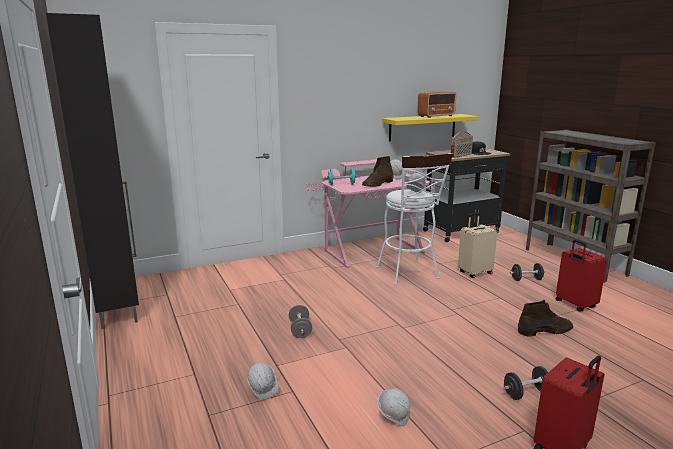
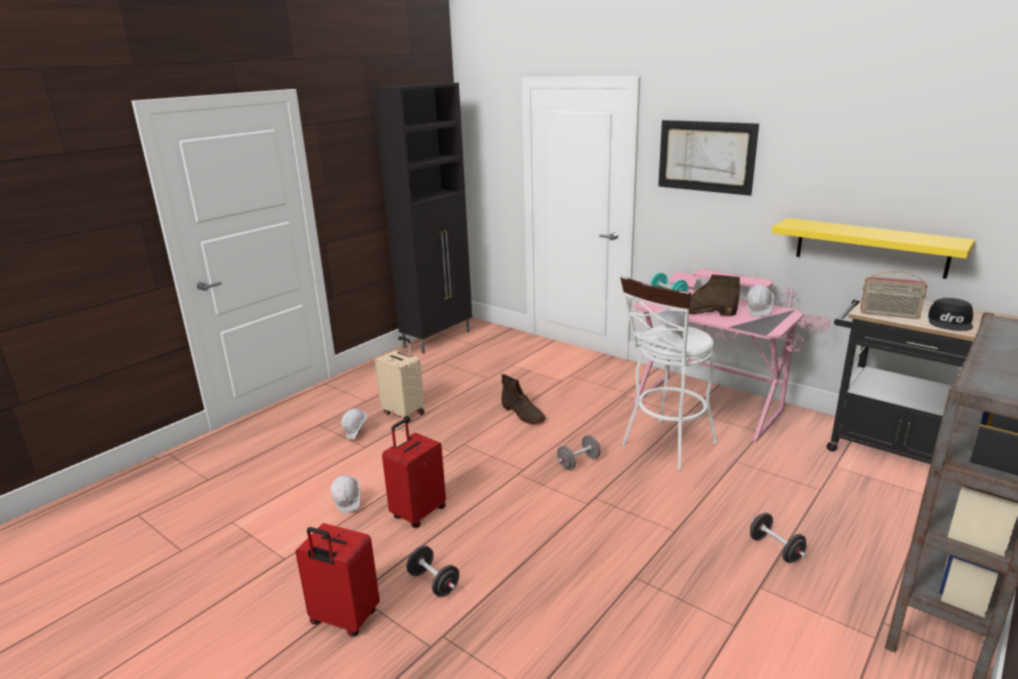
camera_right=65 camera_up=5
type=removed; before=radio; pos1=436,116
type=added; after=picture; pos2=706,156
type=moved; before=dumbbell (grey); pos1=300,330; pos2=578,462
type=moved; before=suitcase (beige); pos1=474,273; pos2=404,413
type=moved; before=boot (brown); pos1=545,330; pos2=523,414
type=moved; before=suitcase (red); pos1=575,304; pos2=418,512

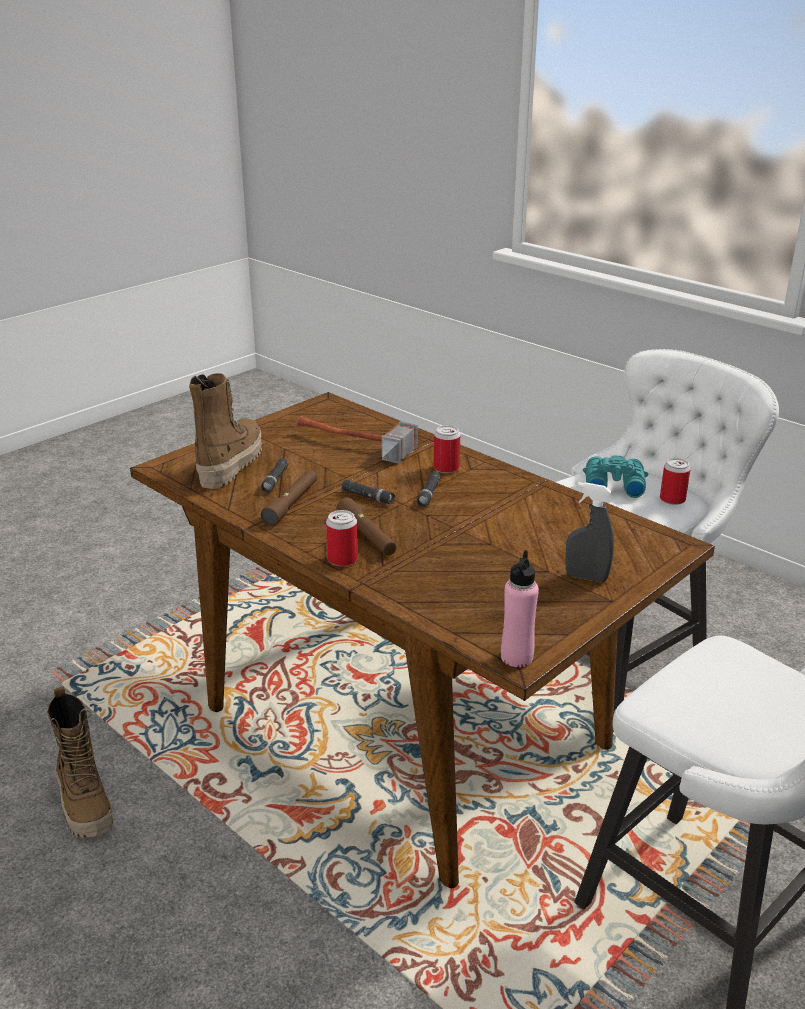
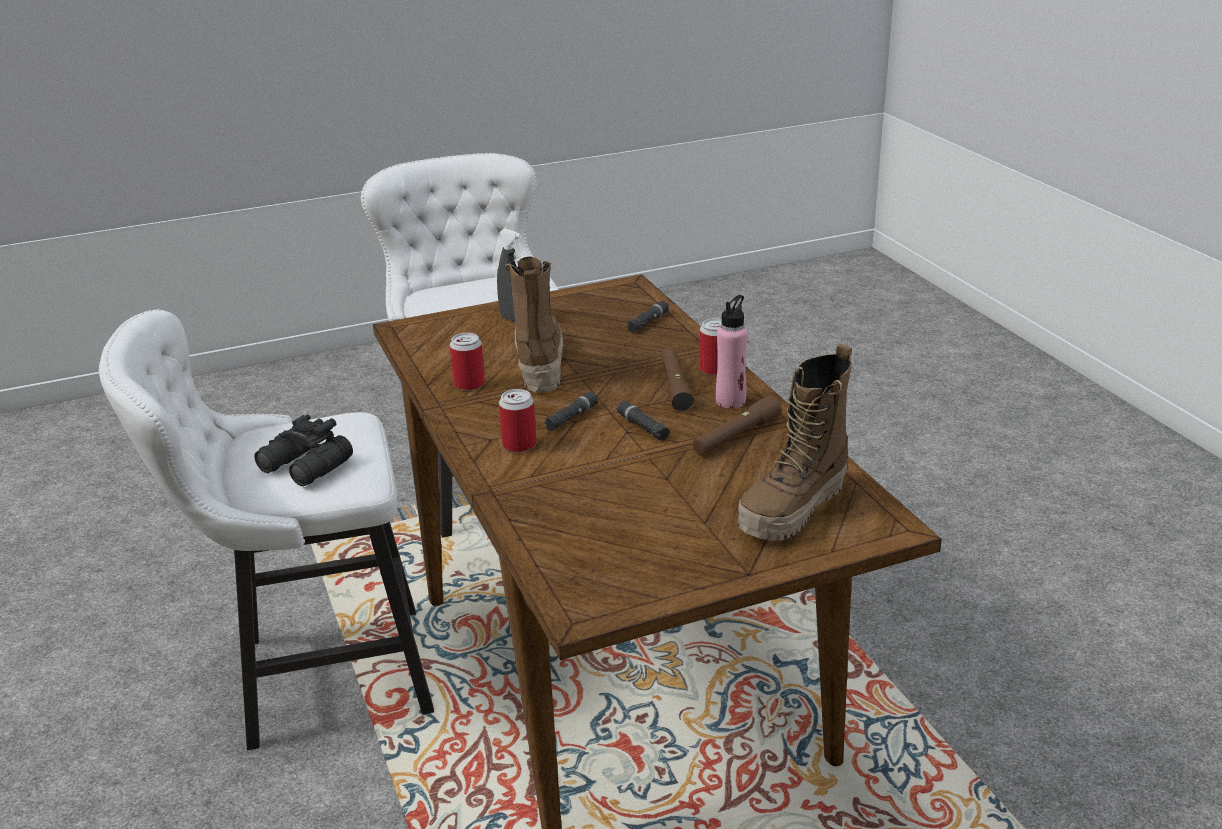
camera_right=-155 camera_up=0
type=removed; before=hammer; pos1=349,446
type=moved; before=boot; pos1=86,804; pos2=538,363
type=moved; before=flashlight (black); pos1=275,480; pos2=648,322
type=moved; before=bottle (pink); pos1=516,657; pos2=731,401
type=moved; before=can; pos1=672,499; pos2=469,384
type=recoloured; before=binoculars (turquoise); after=binoculars (black); pos1=612,485; pos2=305,467

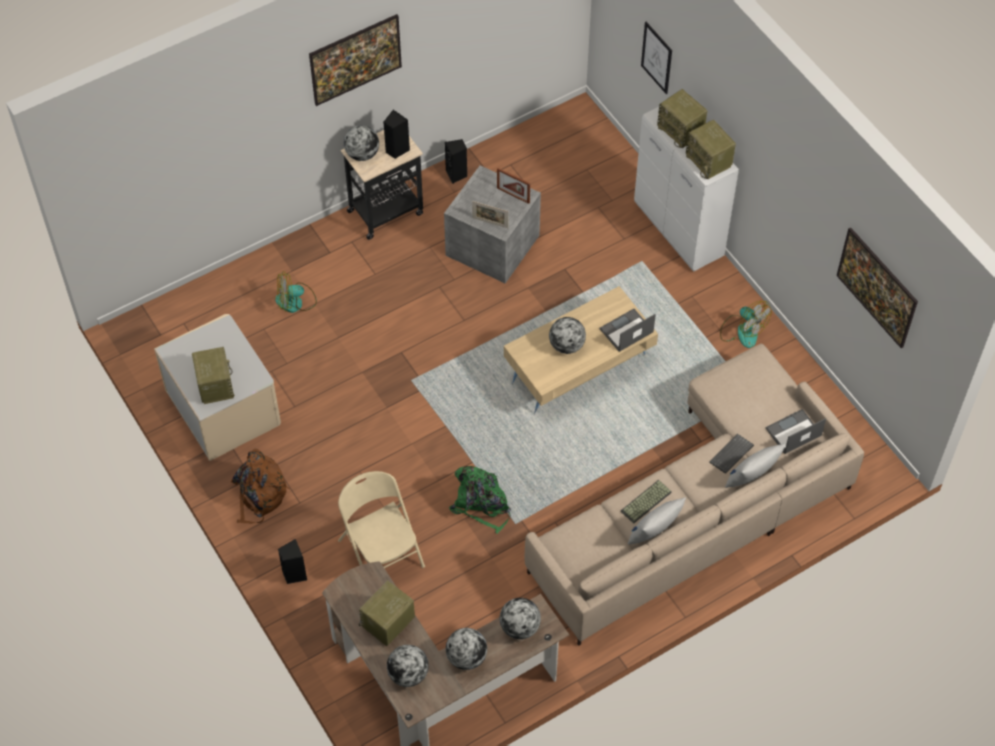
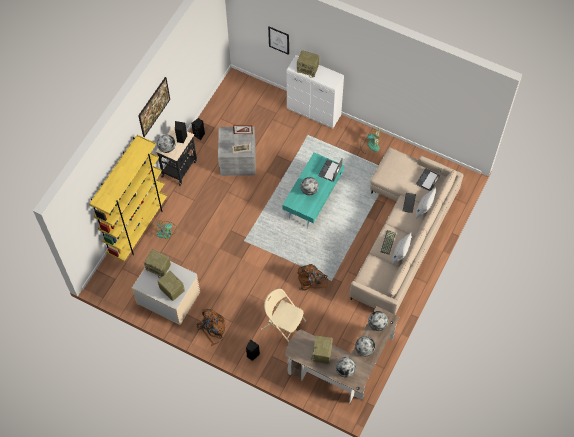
camera_right=-30 camera_up=5
type=removed; before=picture; pos1=873,299
type=added; after=bookcase (yellow); pos2=138,228
type=moved; before=radio; pos1=709,161; pos2=159,267
type=recoloured; before=backpack (green); after=backpack (brown); pos1=481,504; pos2=311,280
type=recoloured; before=coffee table (beige); after=coffee table (turquoise); pos1=579,370; pos2=313,198

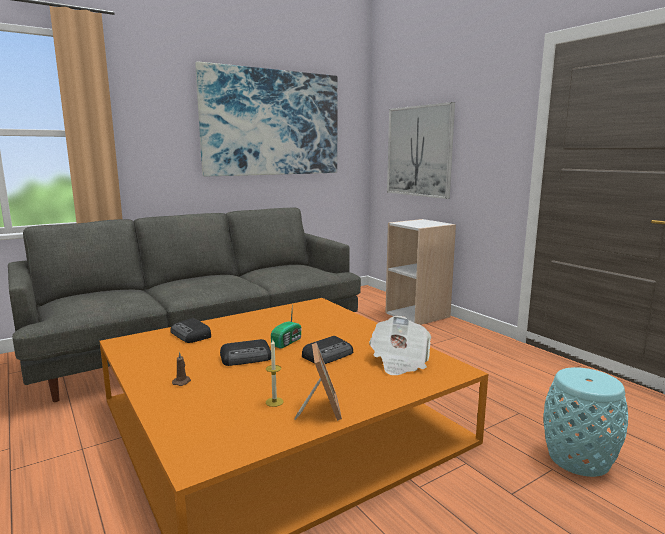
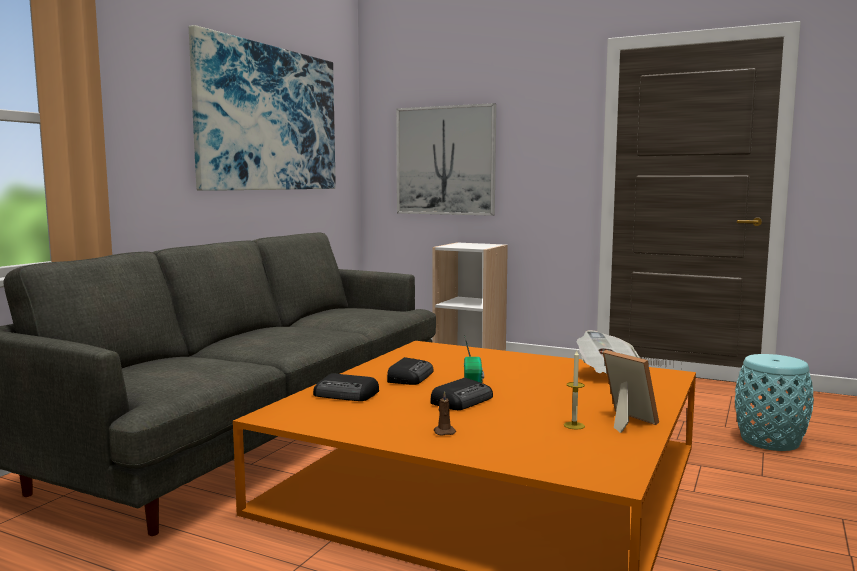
camera_right=-30 camera_up=-5
type=moved; before=radio; pos1=328,355; pos2=410,377

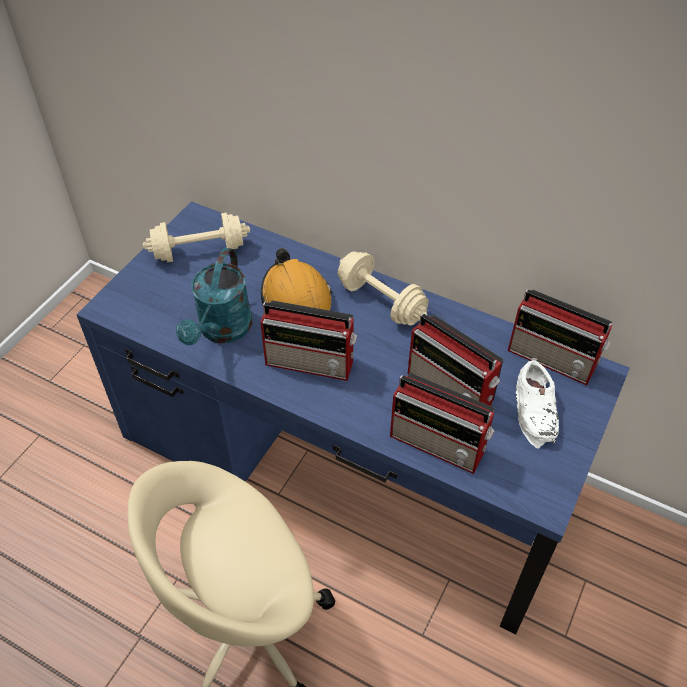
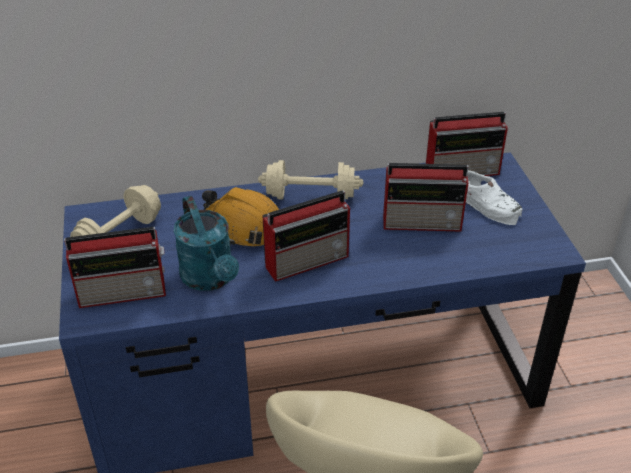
camera_right=-40 camera_up=-10
type=moved; before=radio; pos1=439,444; pos2=124,292

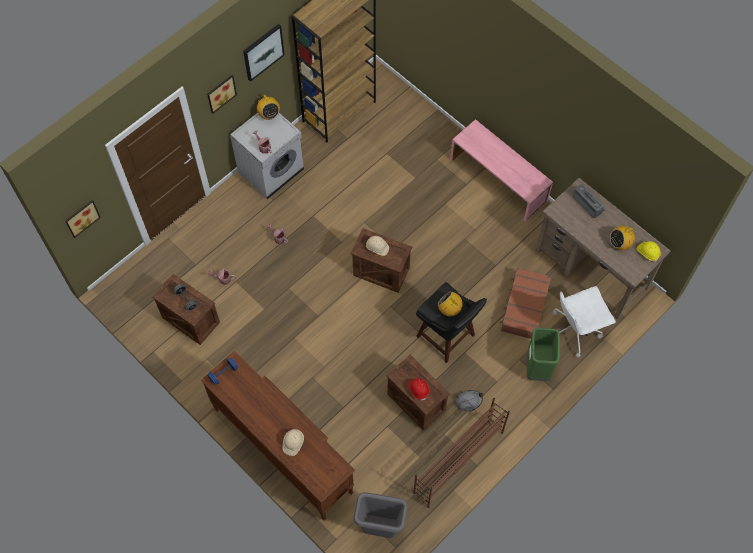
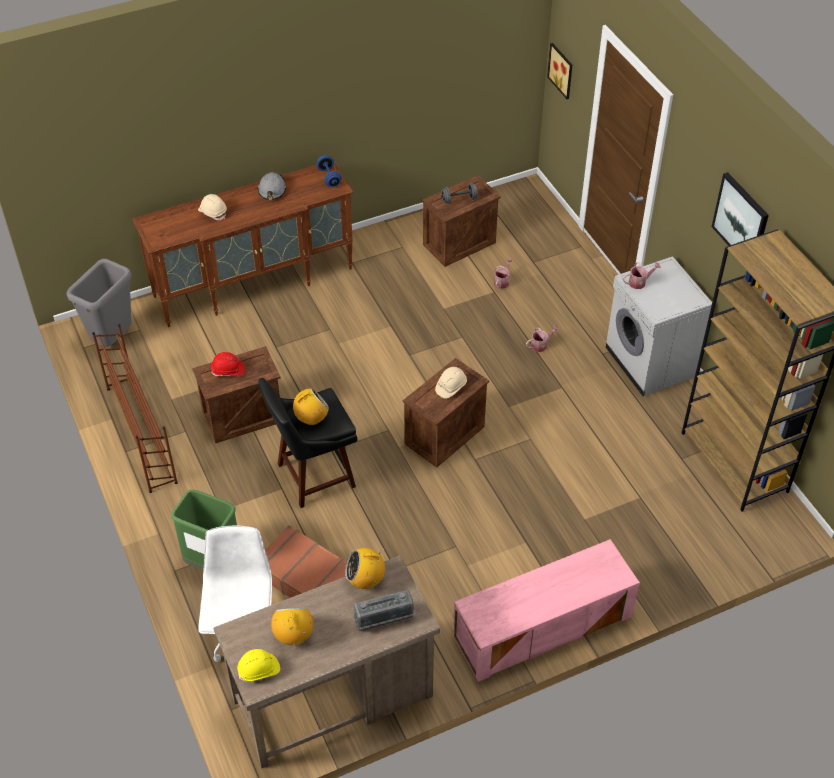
camera_right=110 camera_up=-15
type=removed; before=picture; pos1=220,93
type=moved; before=radio; pos1=269,115; pos2=365,580
type=moved; before=hard hat (grey); pos1=468,401; pos2=272,191

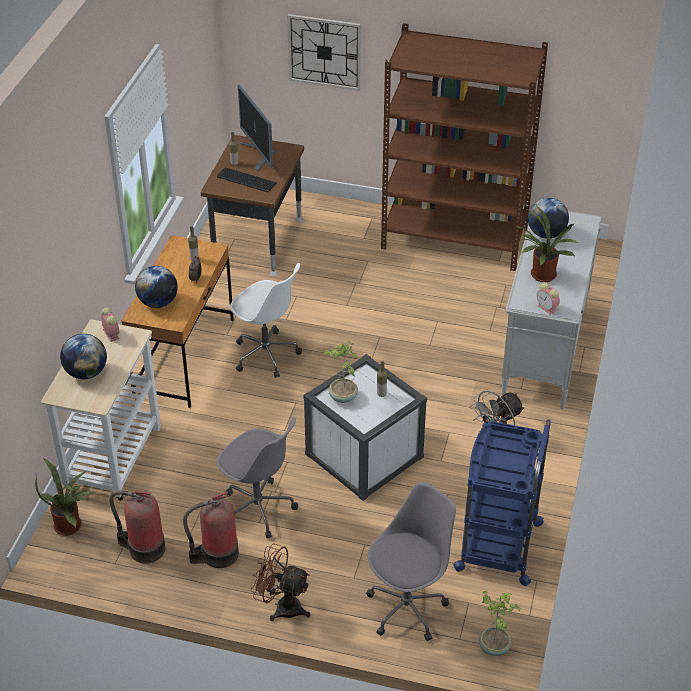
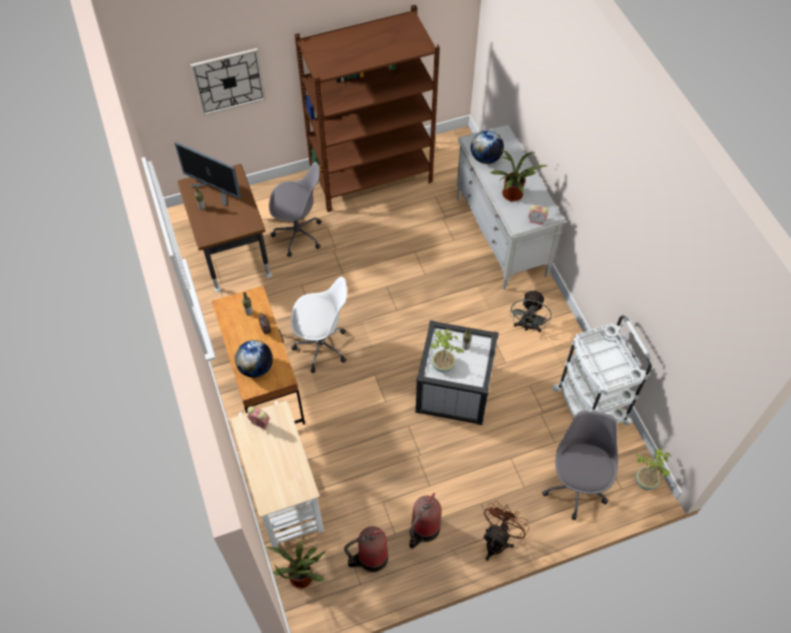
camera_right=-35 camera_up=15
type=removed; before=globe; pos1=86,372
type=removed; before=keyboard; pos1=246,179
type=moved; before=office chair (grey); pos1=260,510; pos2=299,235
type=recoloured; before=cart (blue); after=cart (white); pos1=497,546; pos2=590,405
type=turned; before=fan (brown); pos1=282,606; pos2=498,540; turn=135

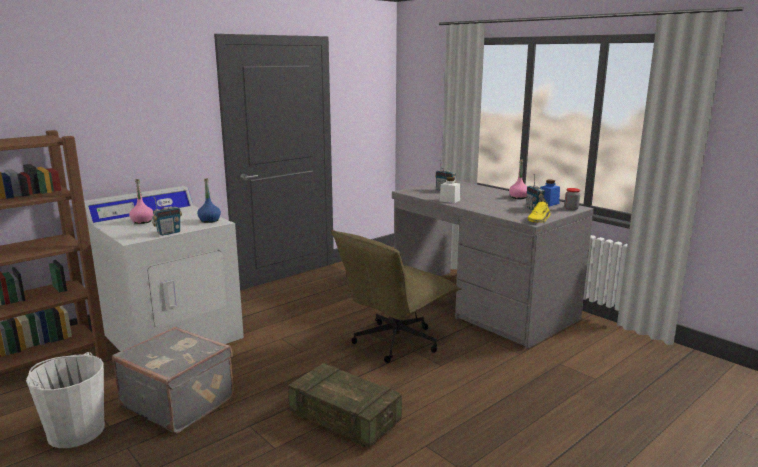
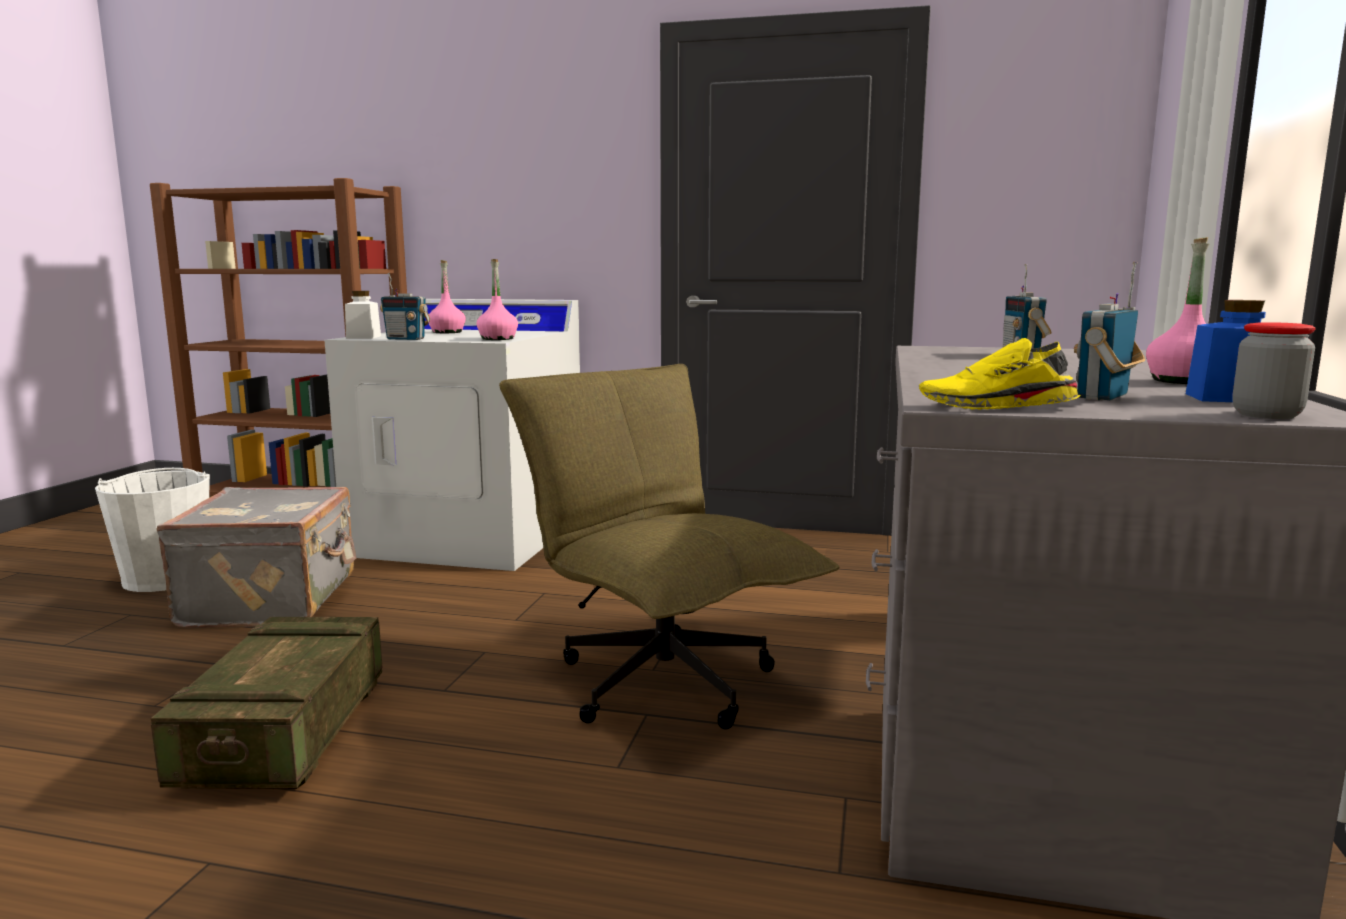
camera_right=55 camera_up=-5
type=moved; before=jar (white); pos1=449,200; pos2=363,337
type=recoloured; before=bottle (blue); after=bottle (pink); pos1=209,220; pos2=497,339
type=turned; before=office chair (beige); pos1=397,341; pos2=667,683; turn=45

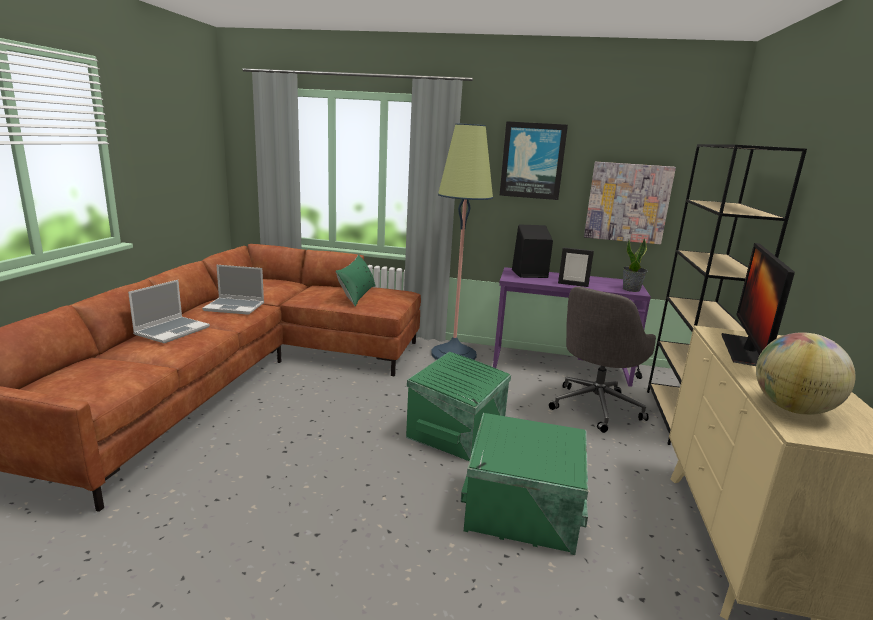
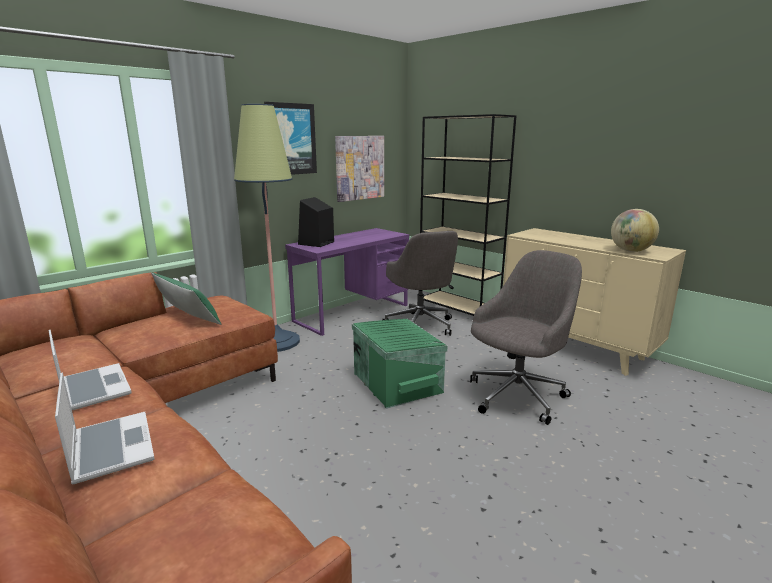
camera_right=-55 camera_up=0
type=removed; before=picture frame; pos1=573,284
type=removed; before=potted plant; pos1=631,289
type=removed; before=monitor; pos1=747,351
type=replaced; before=storage box (green); after=office chair (grey); pos1=523,513; pos2=517,395
type=turned; before=laptop; pos1=235,307; pos2=93,388; turn=-75

